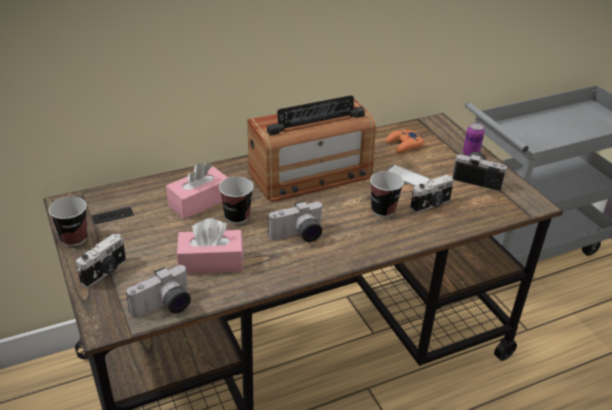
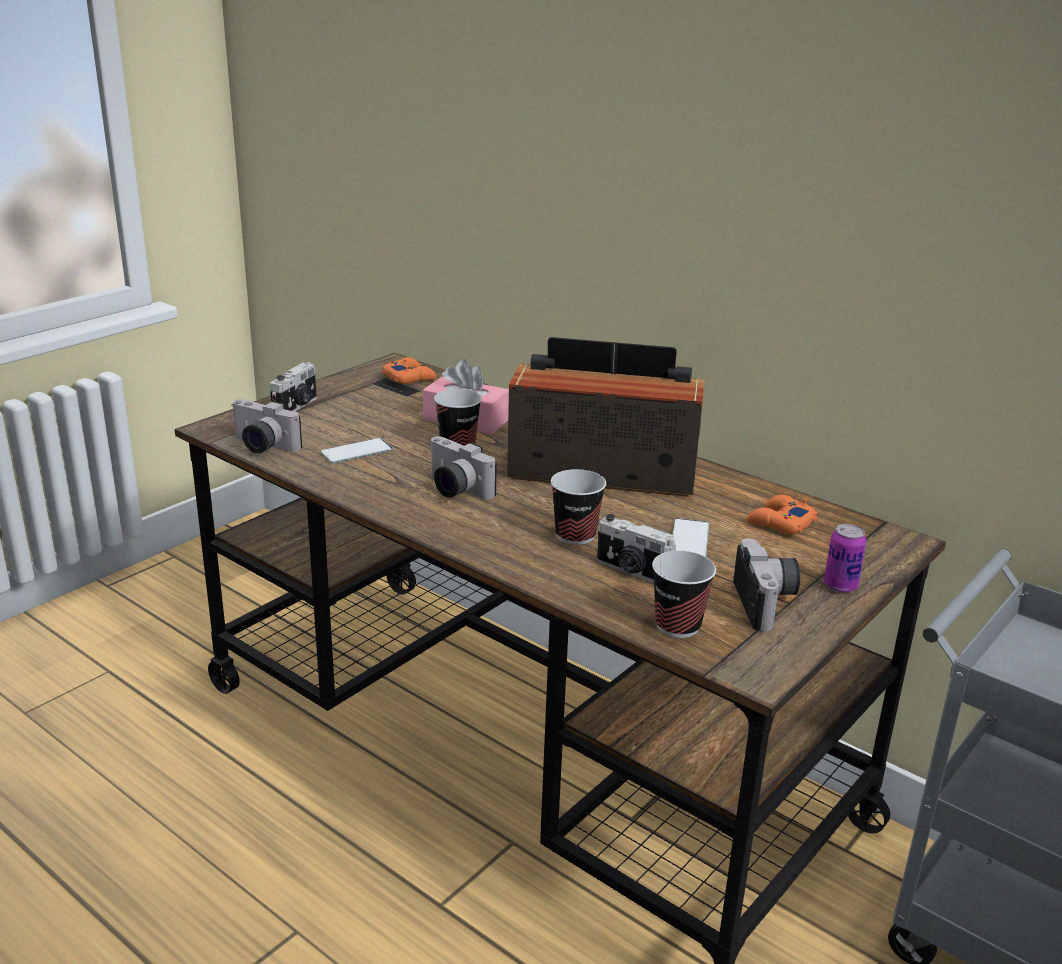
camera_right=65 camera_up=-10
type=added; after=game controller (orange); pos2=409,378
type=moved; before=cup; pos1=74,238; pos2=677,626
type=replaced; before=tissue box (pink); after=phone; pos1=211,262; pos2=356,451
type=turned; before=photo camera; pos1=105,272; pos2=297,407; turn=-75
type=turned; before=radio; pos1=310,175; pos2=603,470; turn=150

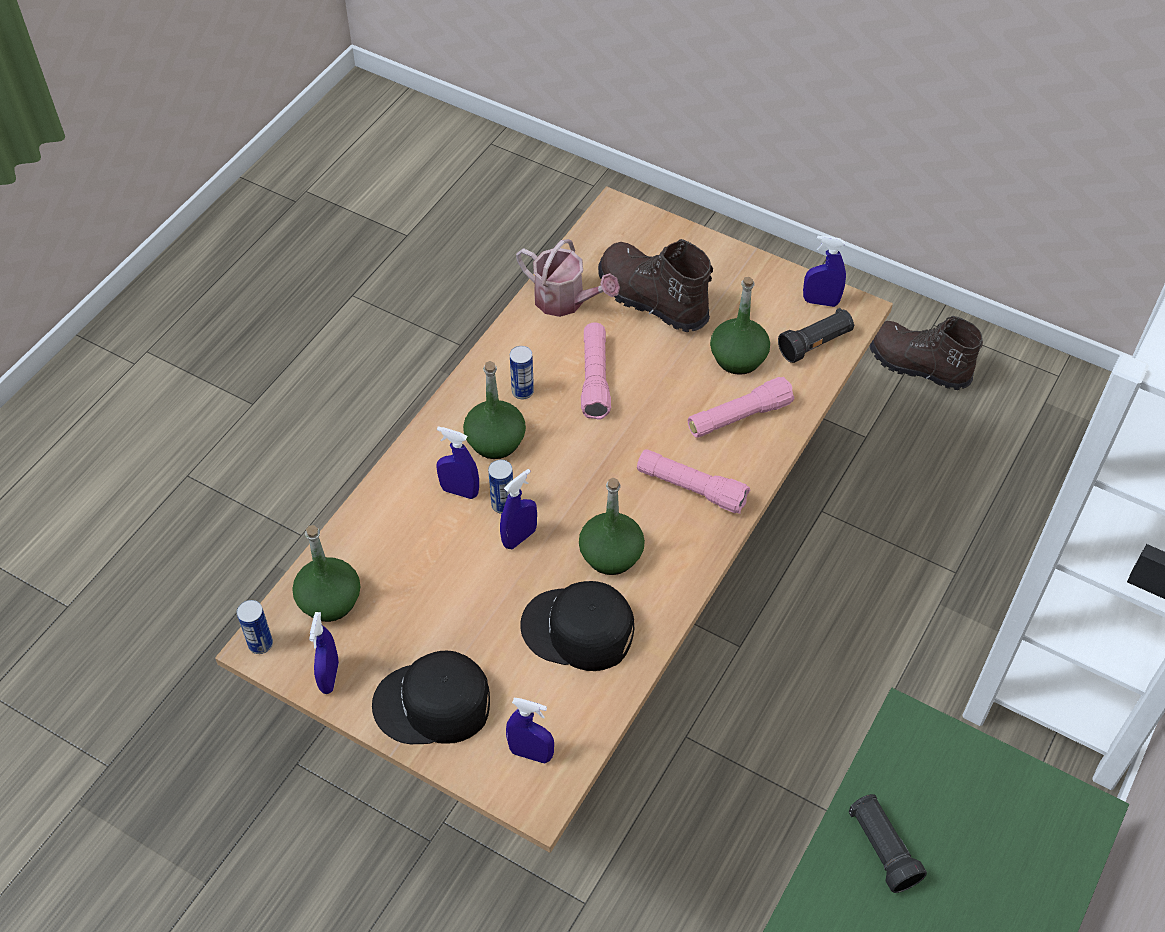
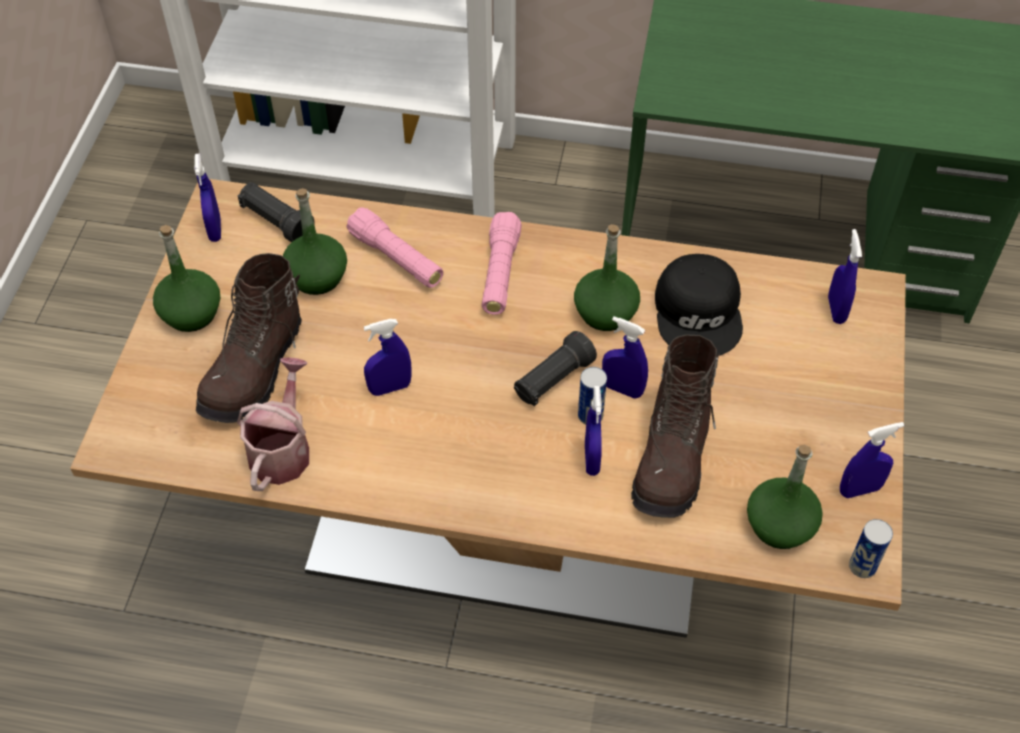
camera_right=-110 camera_up=0
type=removed; before=cap (black); pos1=433,705
type=removed; before=can; pos1=522,391
type=moved; before=bottle (green); pos1=495,441; pos2=191,313
type=moved; before=flashlight (black); pos1=882,848; pos2=553,380
type=moved; before=boot (brown); pos1=917,366; pos2=673,456
type=replaced; before=flashlight (pink); after=spray bottle (blue); pos1=595,378; pos2=390,388

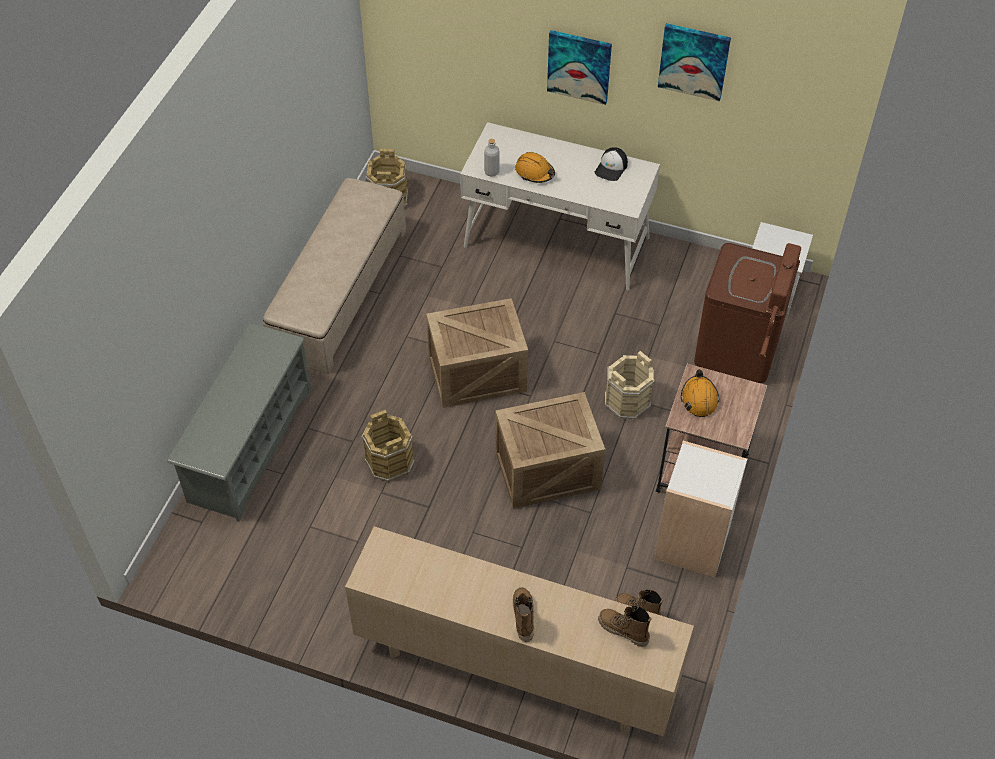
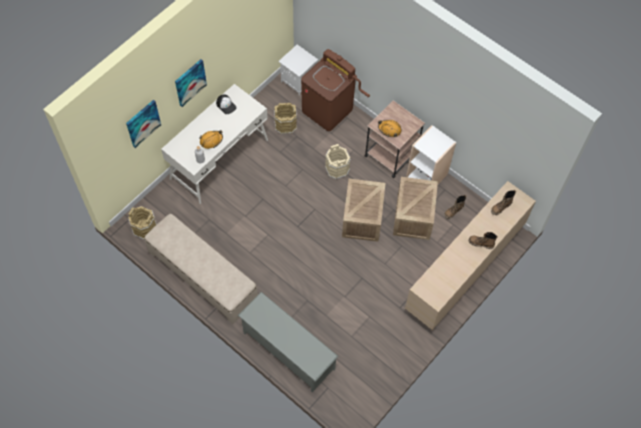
camera_right=-70 camera_up=10
type=moved; before=bucket (brown); pos1=389,462; pos2=285,125
type=moved; before=crate; pos1=478,372; pos2=412,216
type=moved; before=picture; pos1=694,61; pos2=143,123

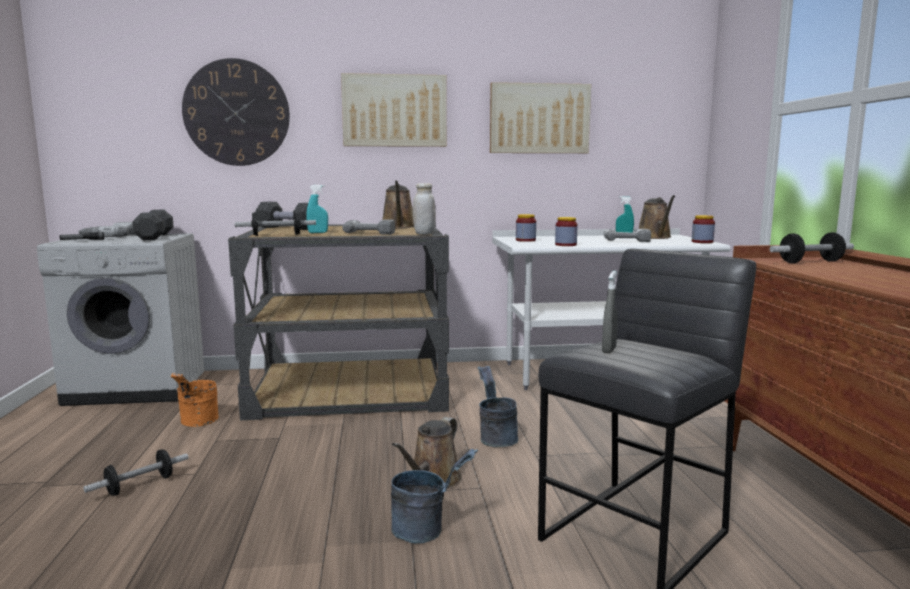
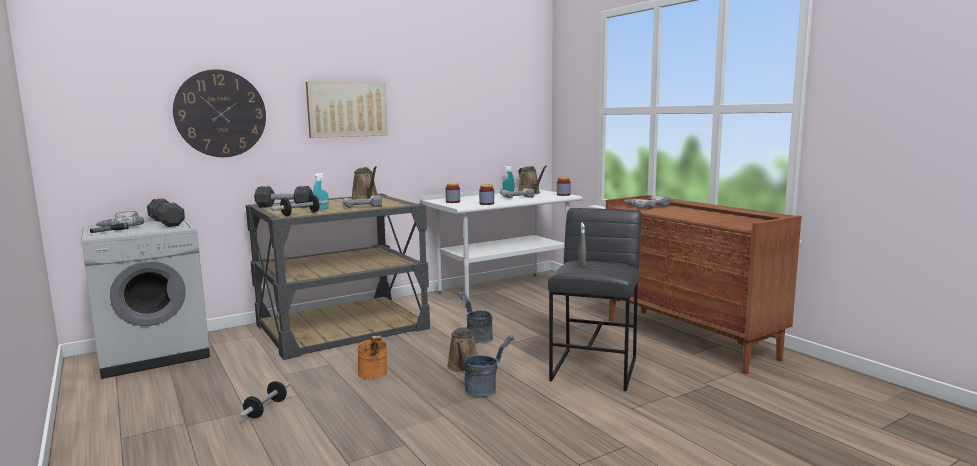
camera_right=-25 camera_up=0
type=removed; before=jar (white); pos1=424,234
type=removed; before=picture; pos1=539,119
type=moved; before=bucket (orange); pos1=197,422; pos2=374,375
type=replaced; before=dumbbell; after=power drill; pos1=810,262; pos2=646,206

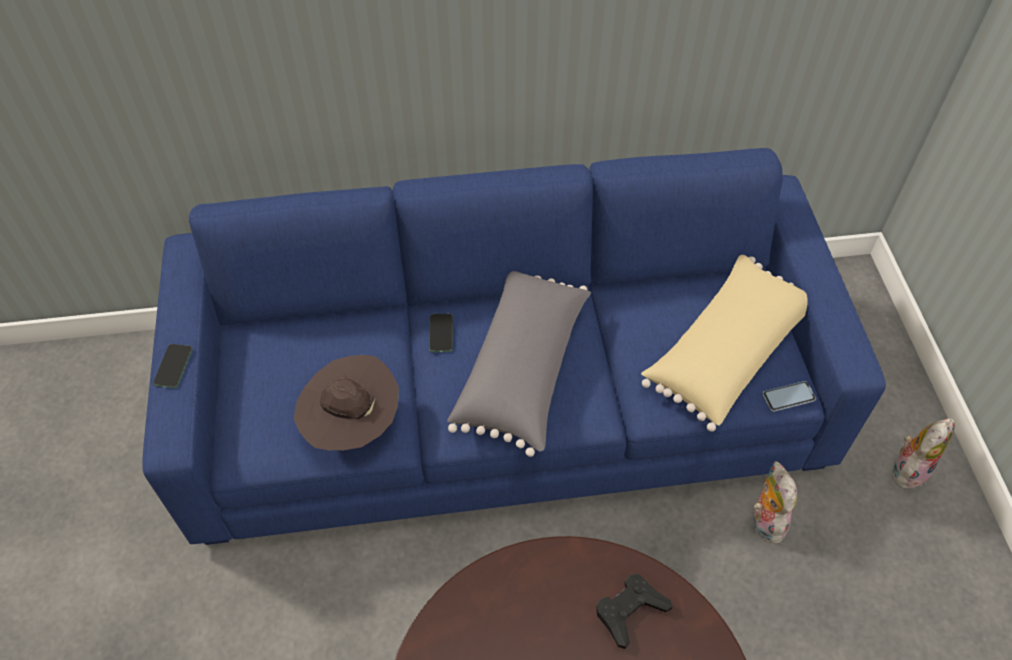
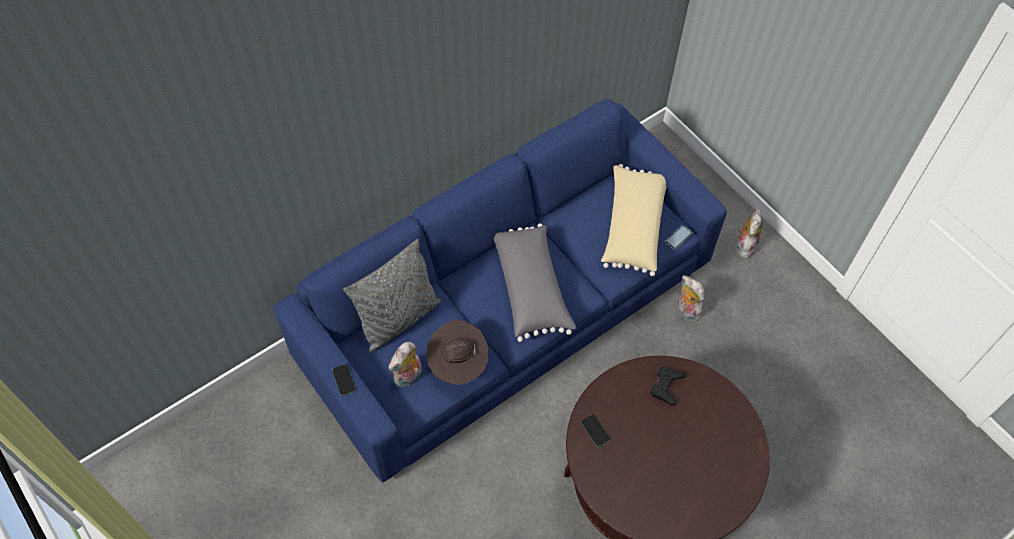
camera_right=-30 camera_up=5
type=added; after=pillow (grey); pos2=398,319
type=added; after=plush toy; pos2=408,377
type=moved; before=phone; pos1=441,333; pos2=595,431

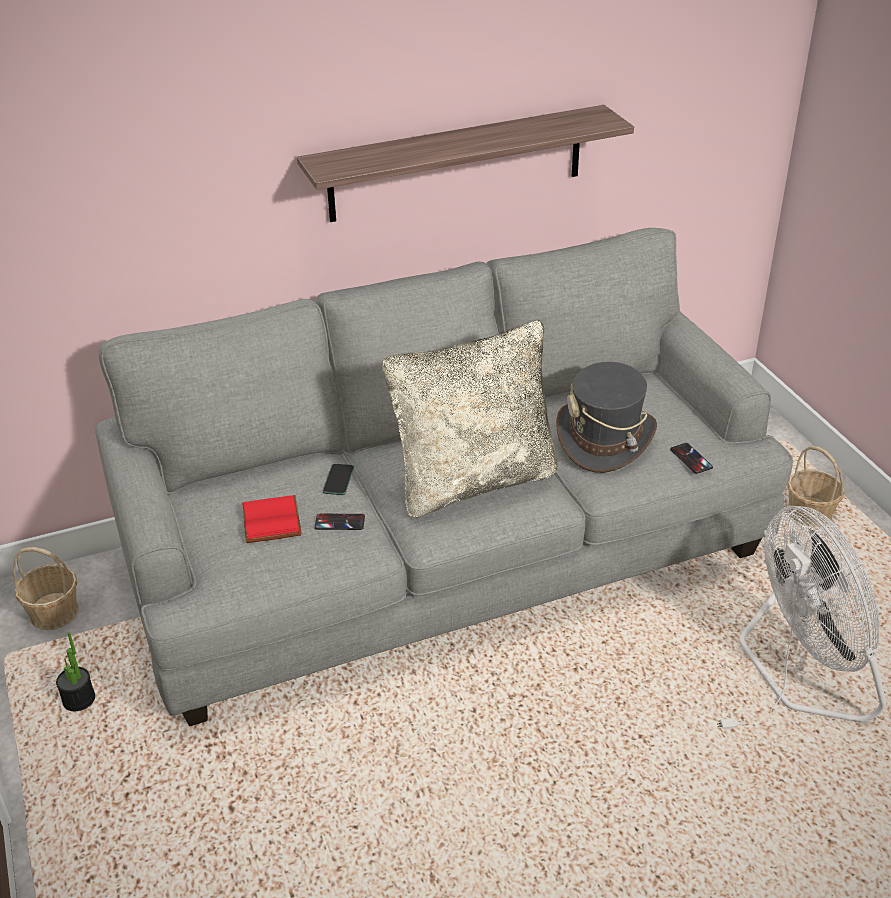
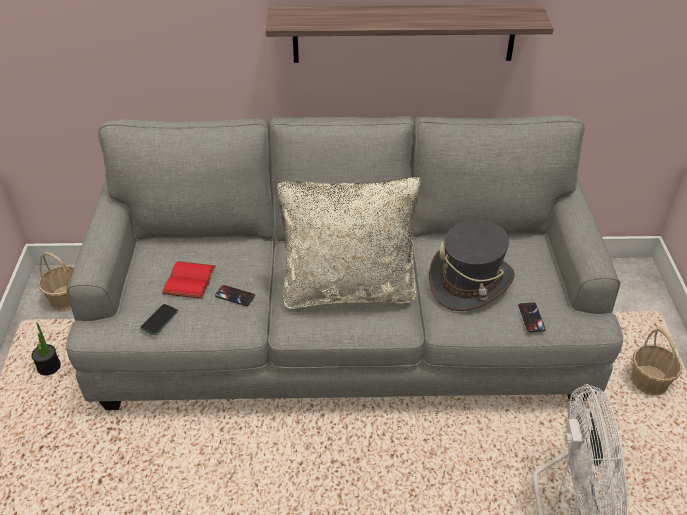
camera_right=20 camera_up=5
type=moved; before=phone; pos1=338,480; pos2=159,320

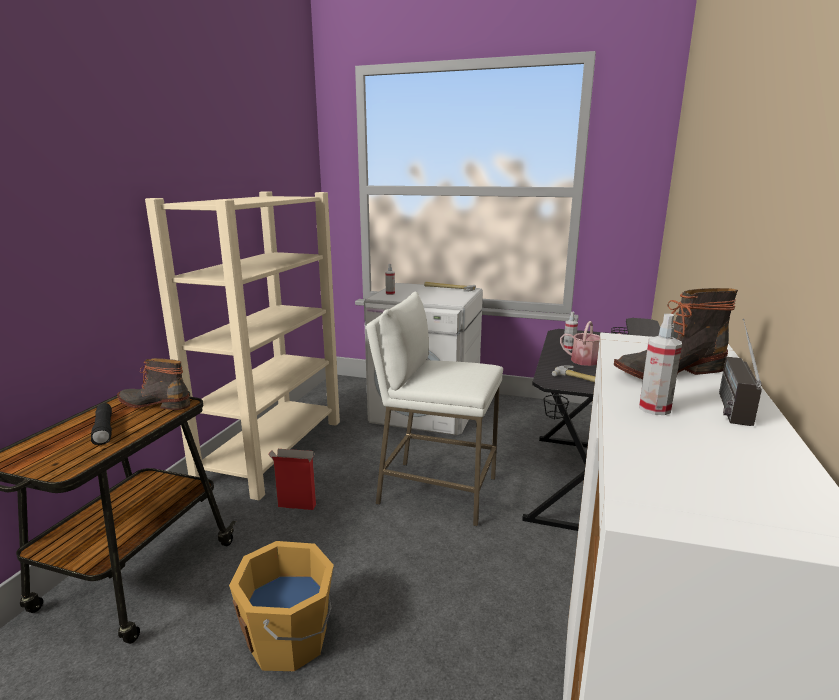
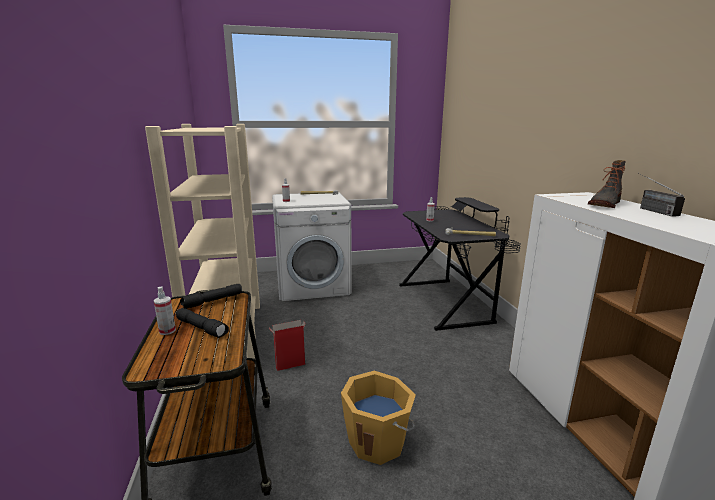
camera_right=-30 camera_up=0
type=removed; before=stool (white); pos1=436,491
type=removed; before=watering can; pos1=590,361
type=moved; before=spray bottle; pos1=654,408; pos2=167,331
type=replaced; before=boot; after=flashlight (black); pos1=156,403; pos2=212,301

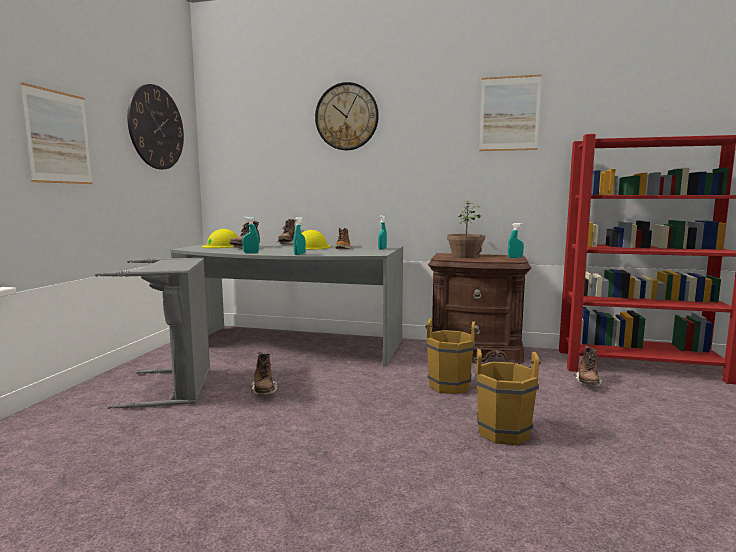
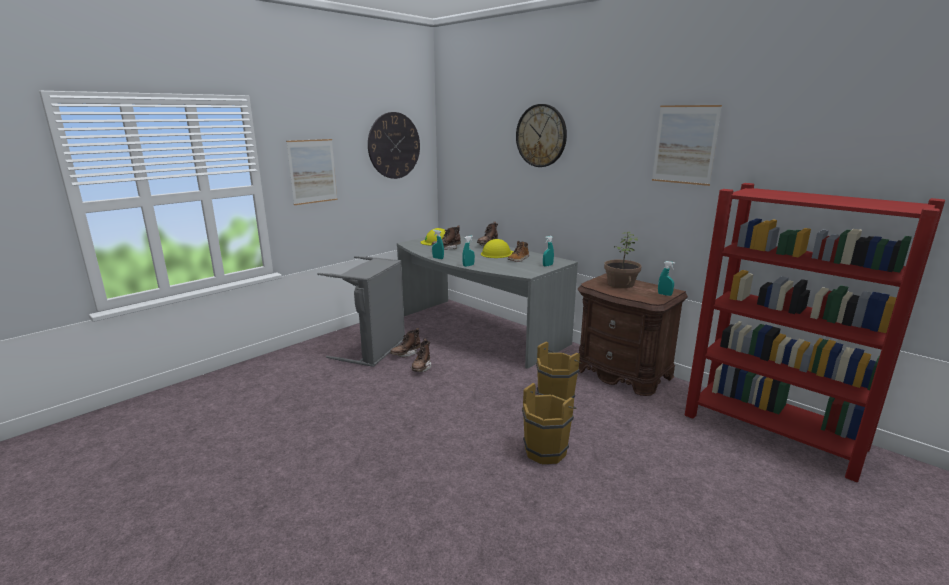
camera_right=30 camera_up=10
type=moved; before=boot (brown); pos1=587,383; pos2=406,354

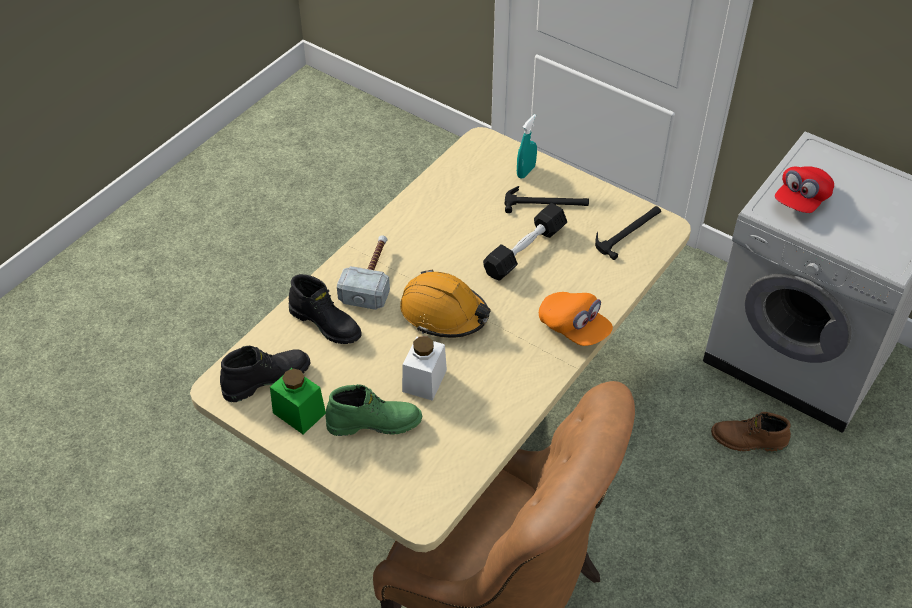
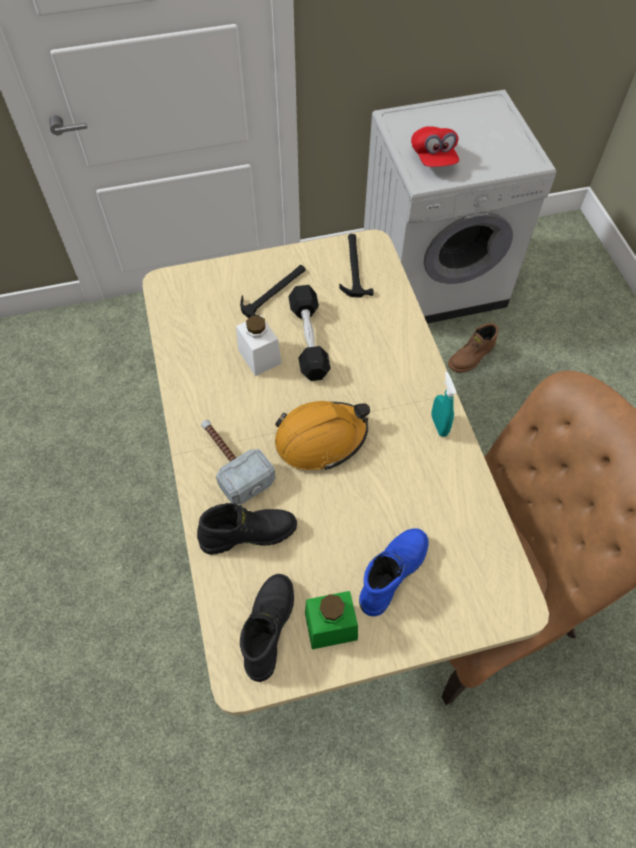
camera_right=-50 camera_up=10
type=removed; before=cap (orange); pos1=574,328
type=moved; before=jar (white); pos1=424,380; pos2=259,356
type=moved; before=spray bottle (turquoise); pos1=526,172; pos2=439,425
type=recoloured; before=boot (green); after=boot (blue); pos1=374,422; pos2=391,572

